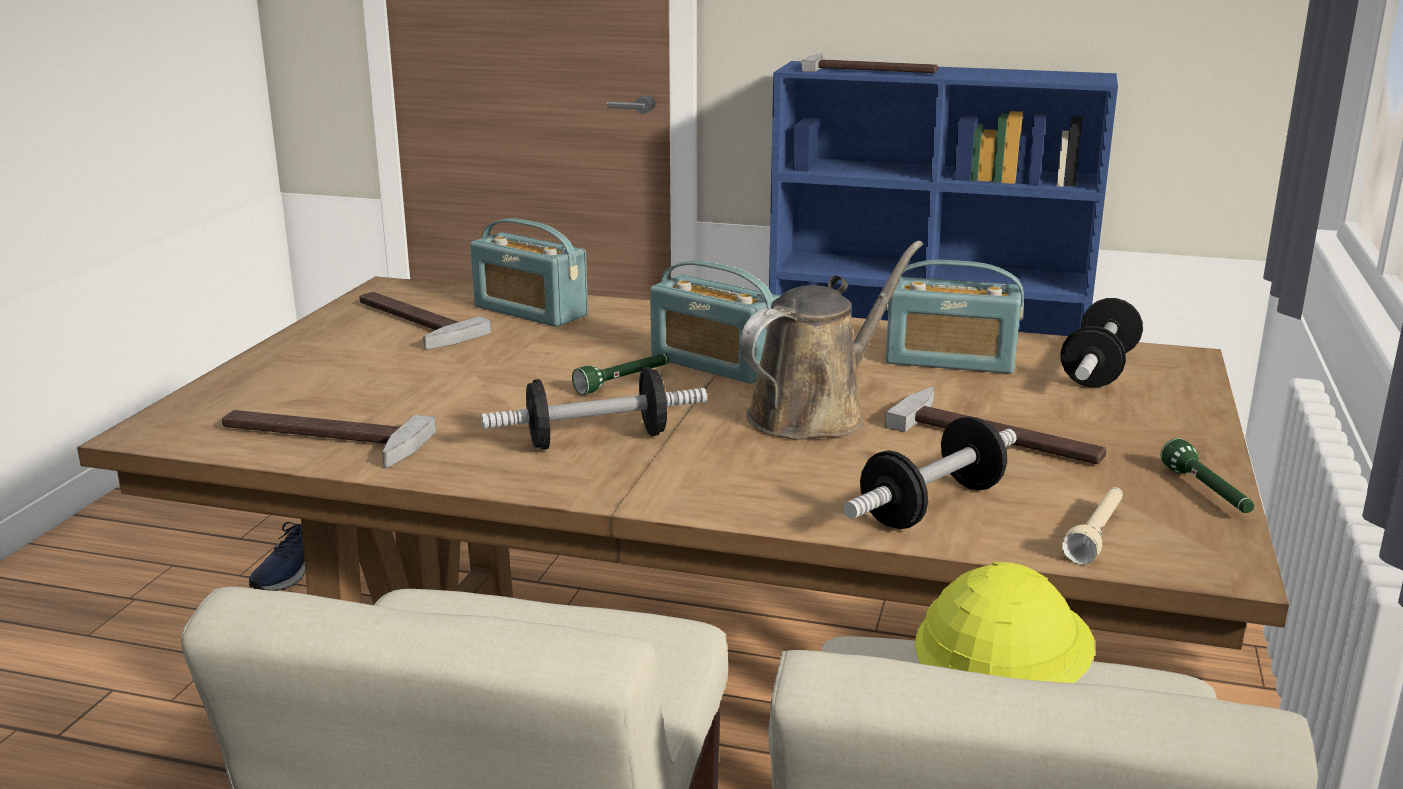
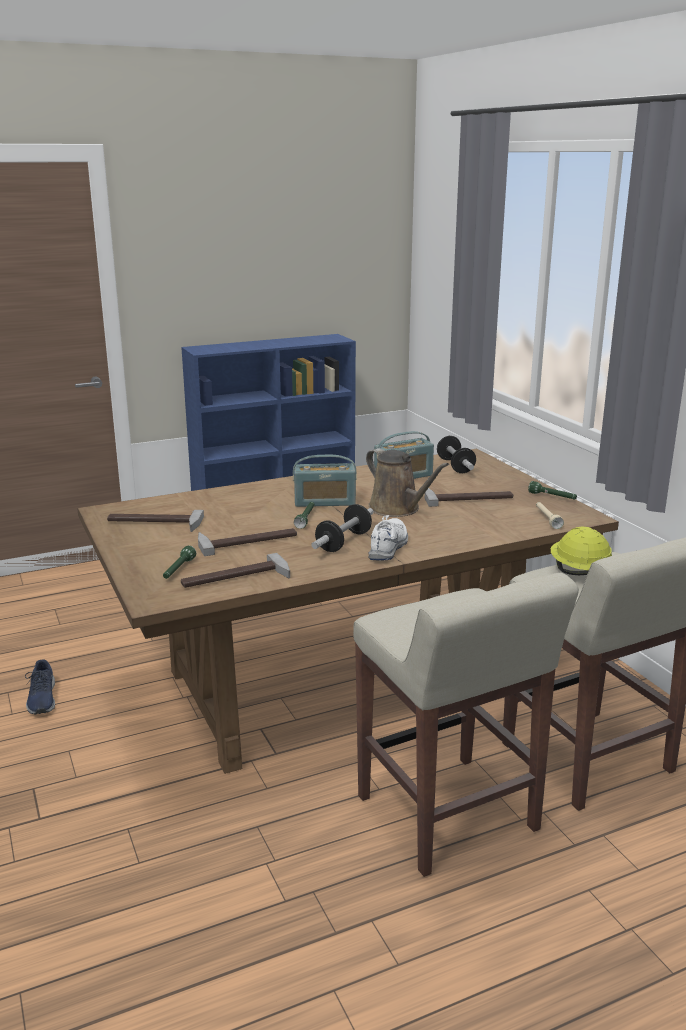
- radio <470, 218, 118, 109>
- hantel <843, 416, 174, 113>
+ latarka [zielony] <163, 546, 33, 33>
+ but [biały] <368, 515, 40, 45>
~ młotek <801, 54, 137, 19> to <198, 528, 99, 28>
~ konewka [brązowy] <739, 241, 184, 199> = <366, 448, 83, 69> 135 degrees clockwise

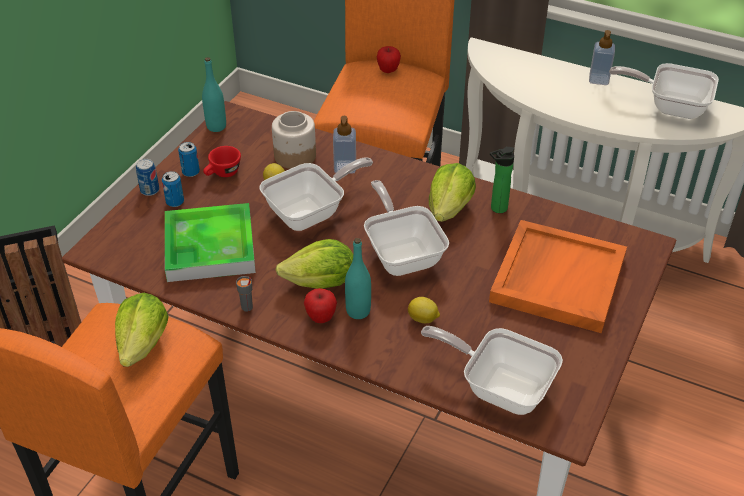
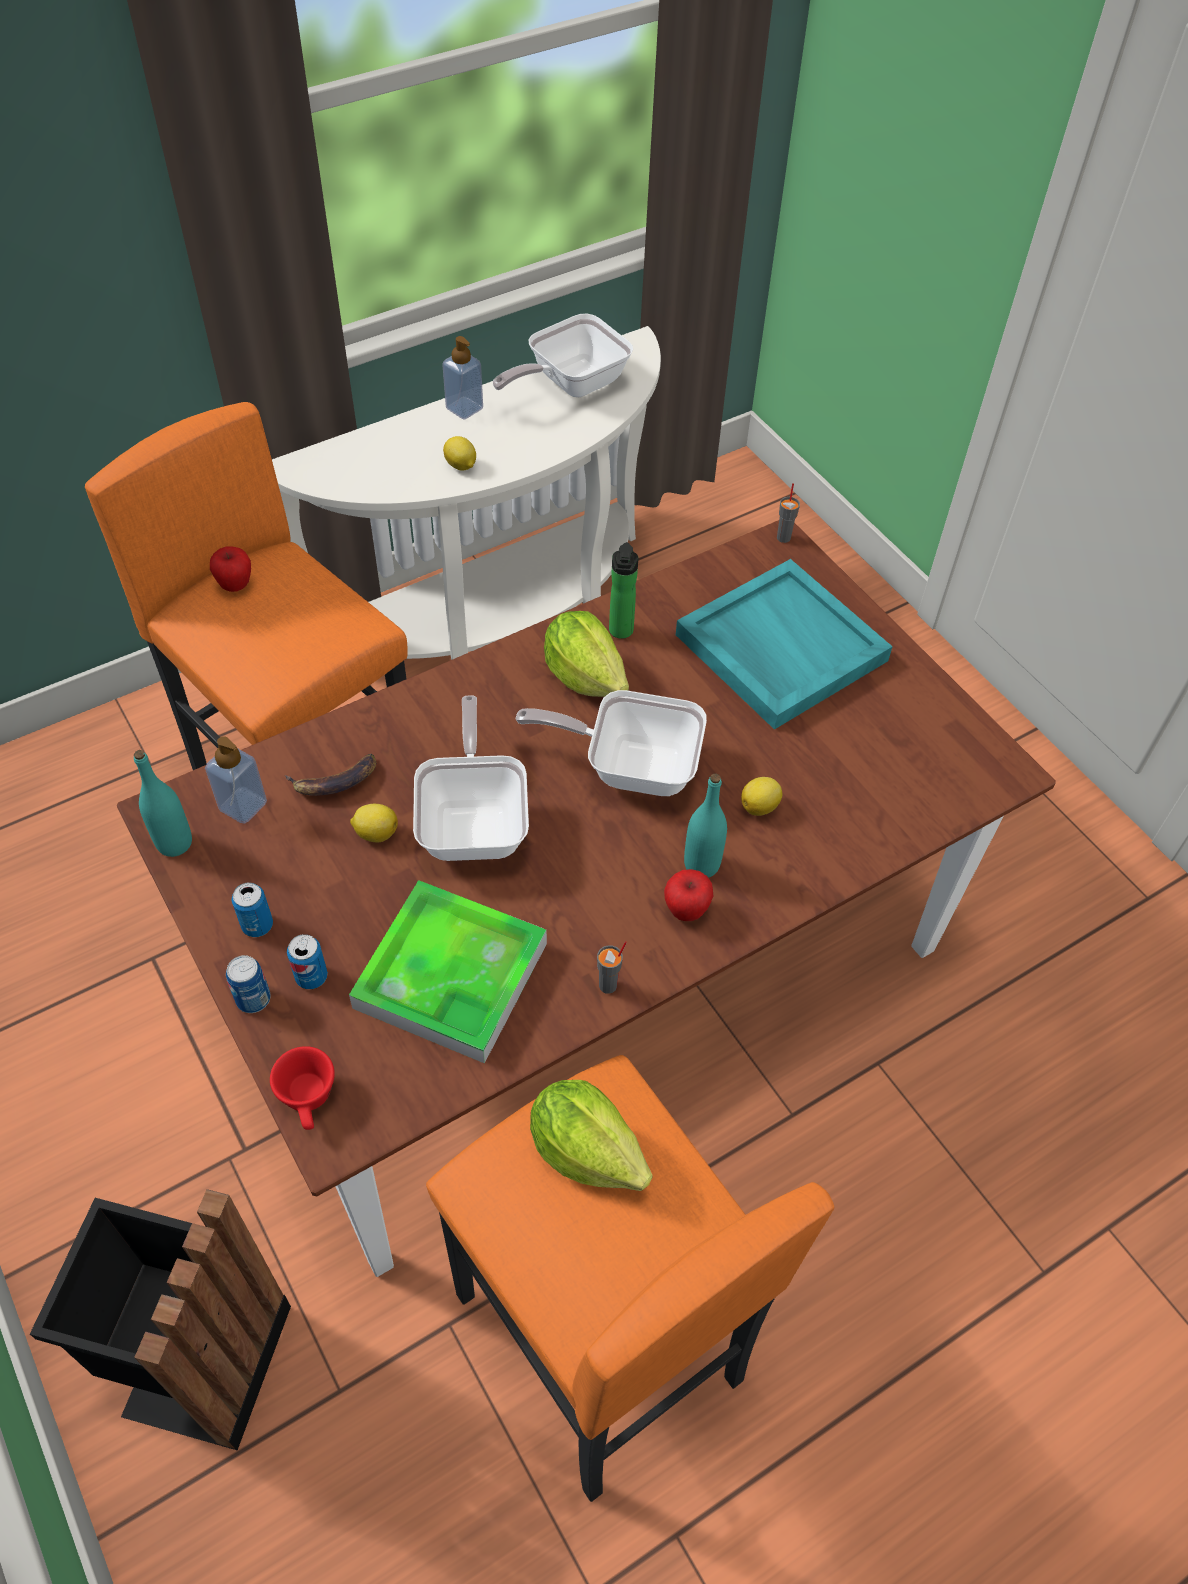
- sałata <276, 239, 77, 50>
- patelnia <421, 326, 142, 89>
+ cytryna <443, 436, 33, 35>
+ filiżanka [szary] <777, 483, 23, 60>
~ filiżanka [czerwony] <203, 146, 38, 31> to <270, 1046, 65, 84>
~ dozownik mydła <333, 116, 23, 58> to <205, 736, 62, 88>
~ słoik <272, 111, 44, 58> to banan <285, 754, 91, 42>
~ taca [pomarańczowy] <489, 220, 138, 113> to taca [turkusowy] <676, 559, 217, 171>

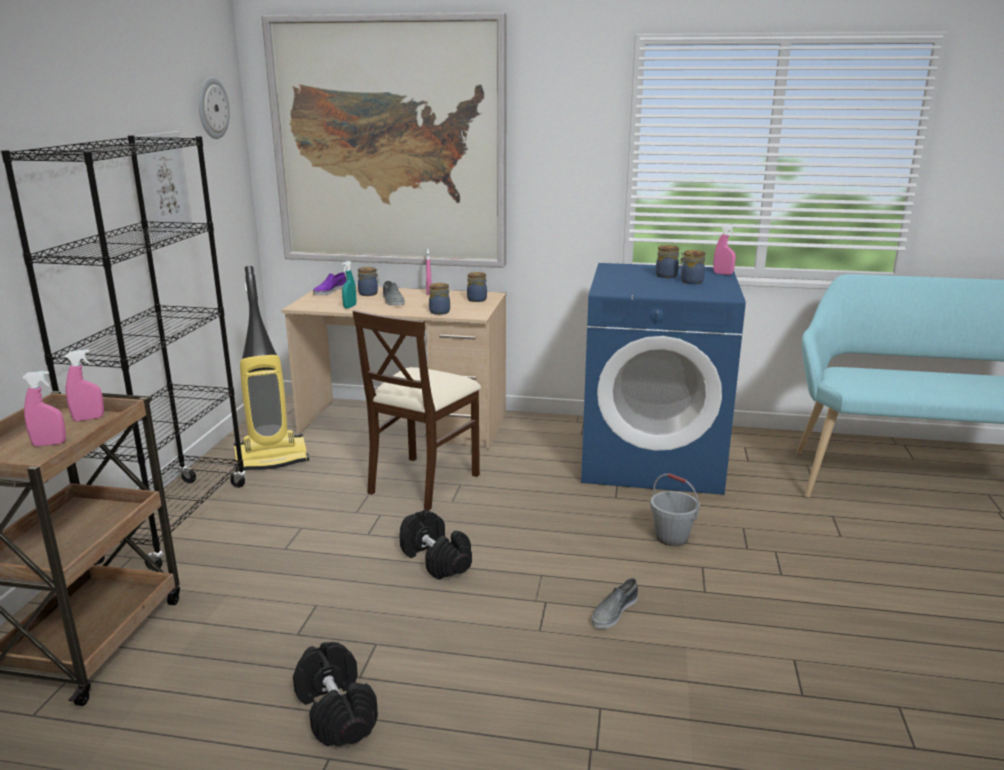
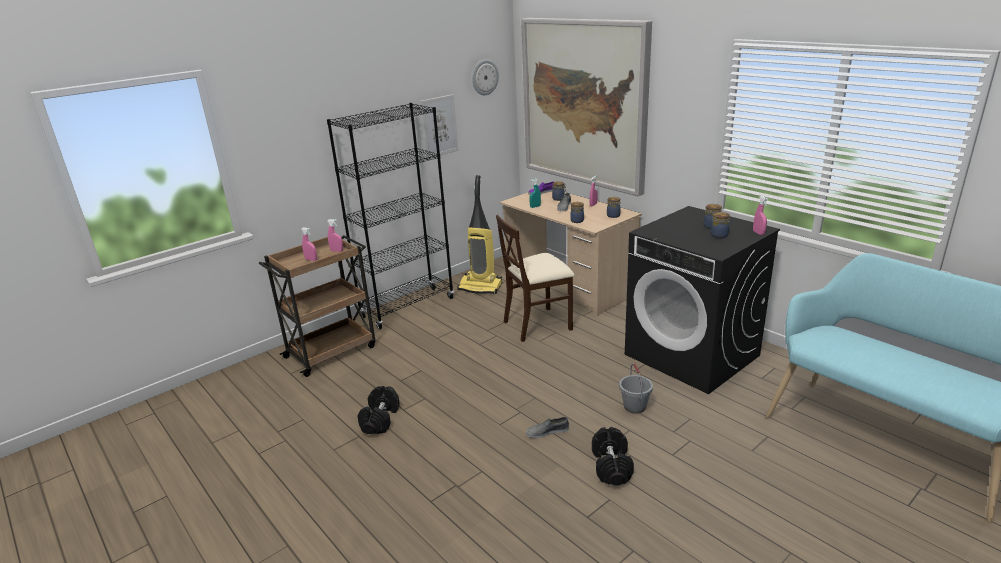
~ hantel [czarny] <399, 510, 73, 70> to <592, 427, 42, 59>
~ pralka [niebieski] <581, 263, 165, 232> to pralka [czarny] <625, 206, 155, 188>

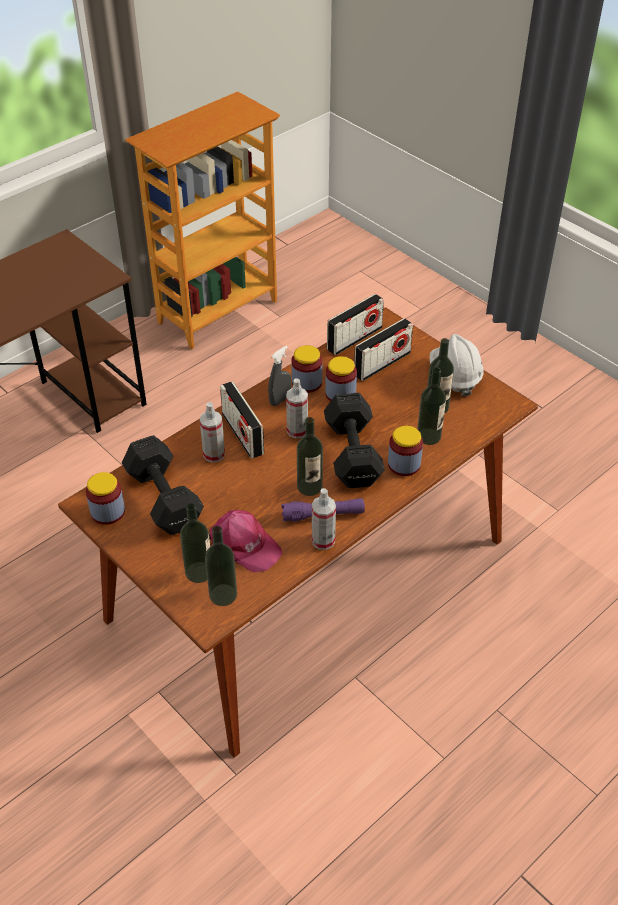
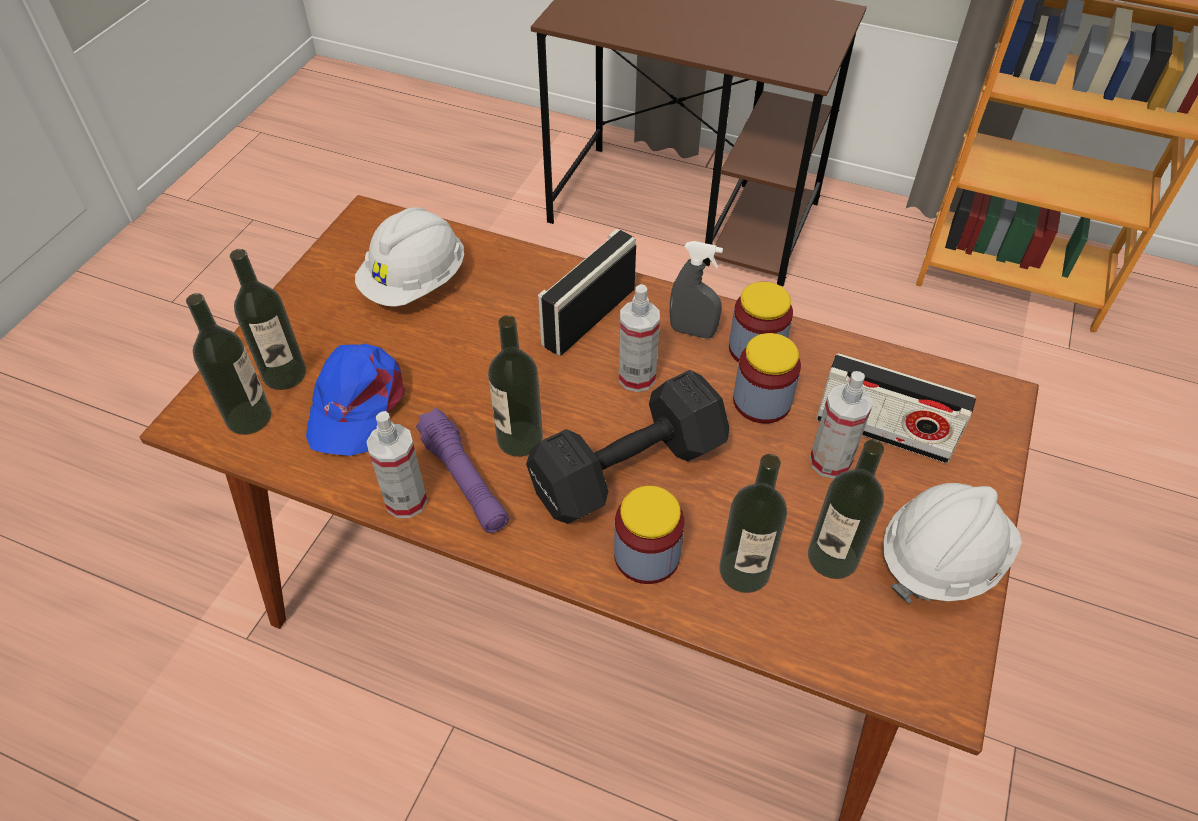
- słoik <86, 472, 39, 53>
- radio <327, 294, 57, 61>
~ spryskiwacz <200, 402, 25, 61> to <810, 371, 62, 108>
~ hantel [czarny] <122, 435, 82, 100> to kask [biały] <355, 207, 109, 100>
~ czapka z daszkiem [różowy] <209, 510, 73, 62> to czapka z daszkiem [niebieski] <306, 344, 99, 112>

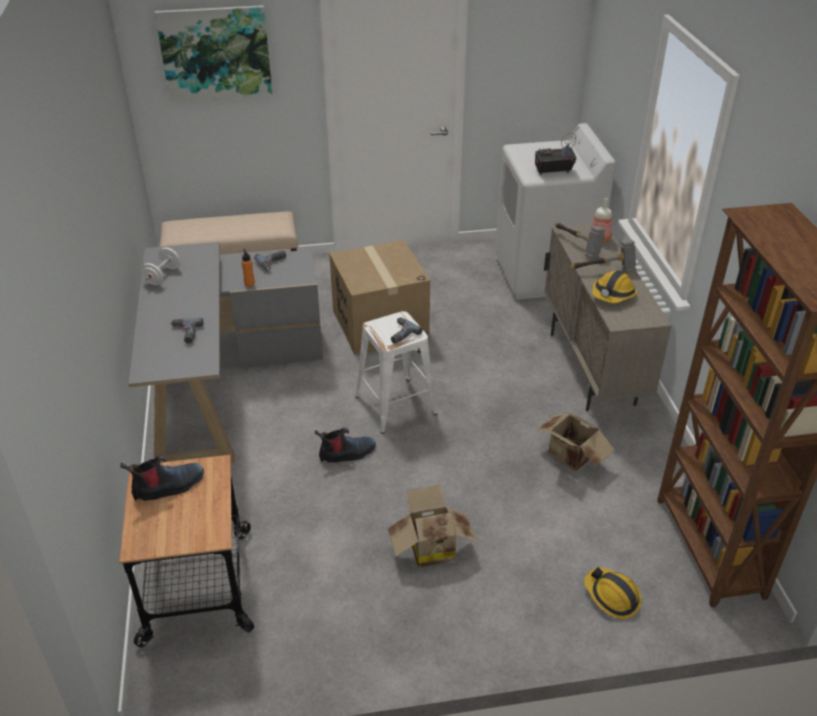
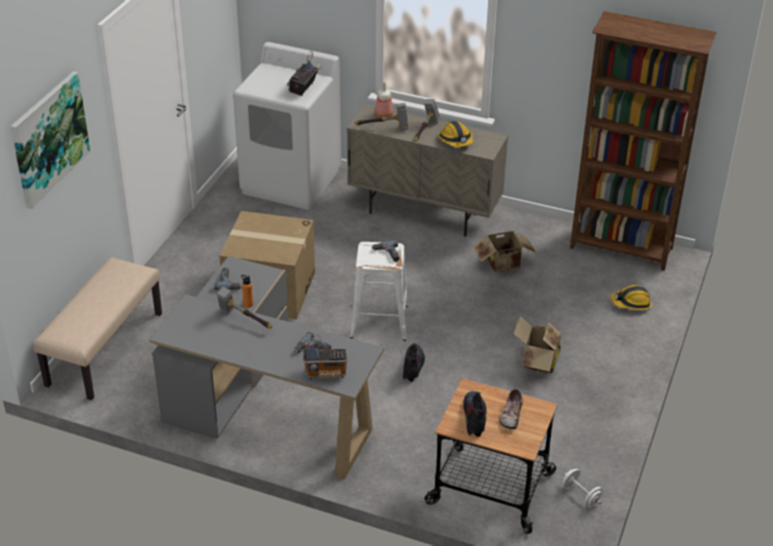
+ młotek <217, 287, 55, 42>
+ radio <303, 333, 44, 47>
+ but <499, 389, 24, 40>
~ hantel [biały] <141, 247, 39, 38> to <562, 469, 41, 39>

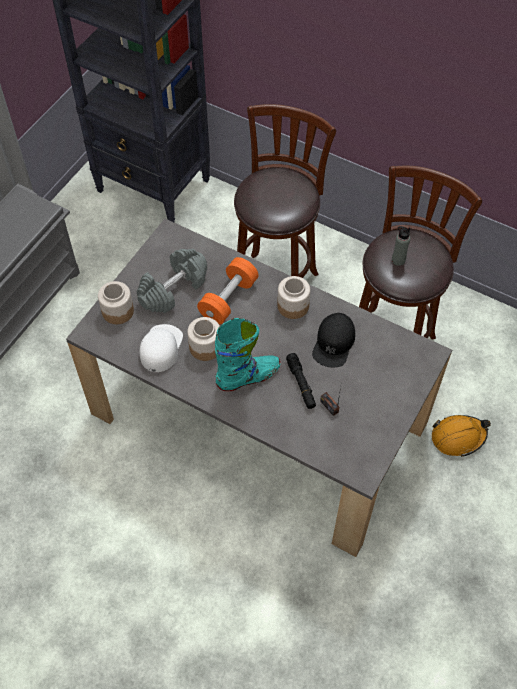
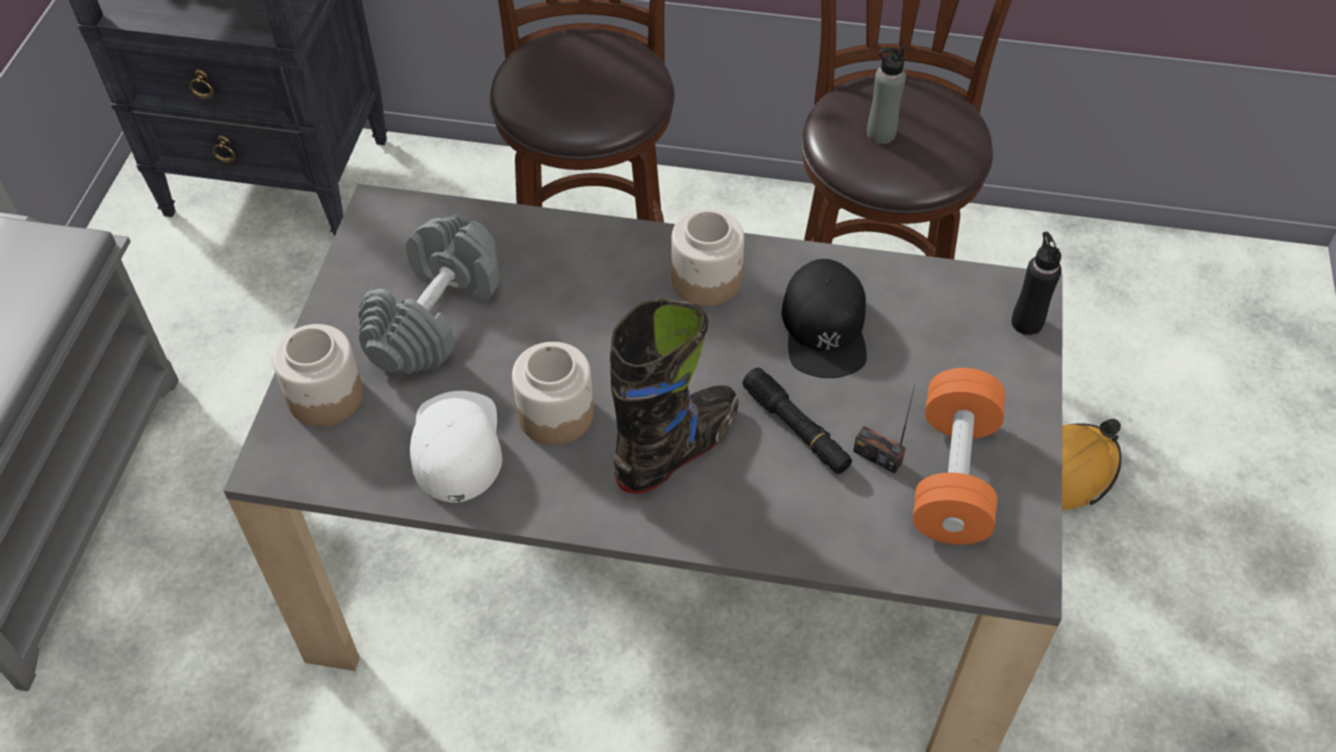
+ butelka [czarny] <1011, 232, 51, 103>
~ hantel [pomarańczowy] <197, 257, 62, 67> to <913, 368, 92, 177>
~ but z cholewką [turkusowy] <215, 318, 65, 73> to but z cholewką [czarny] <610, 299, 128, 195>

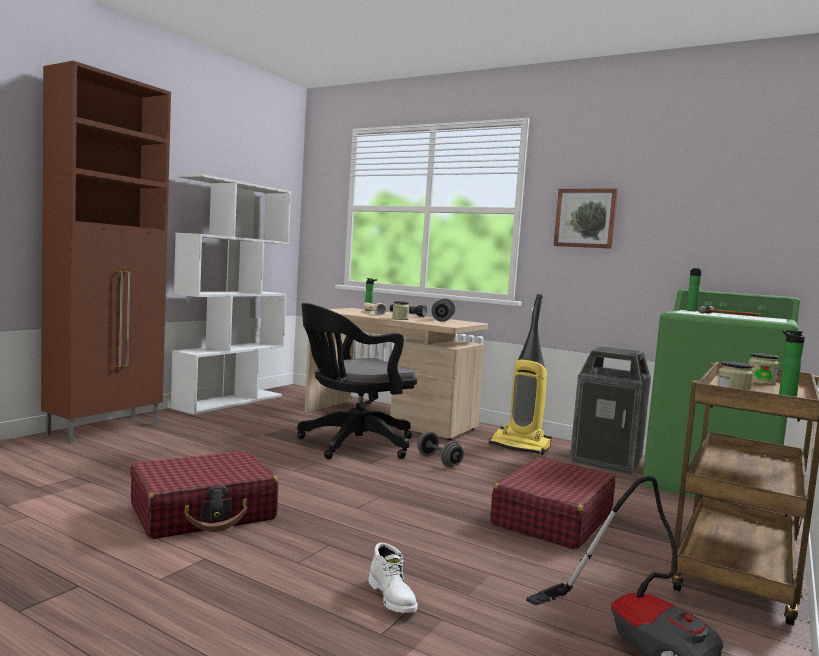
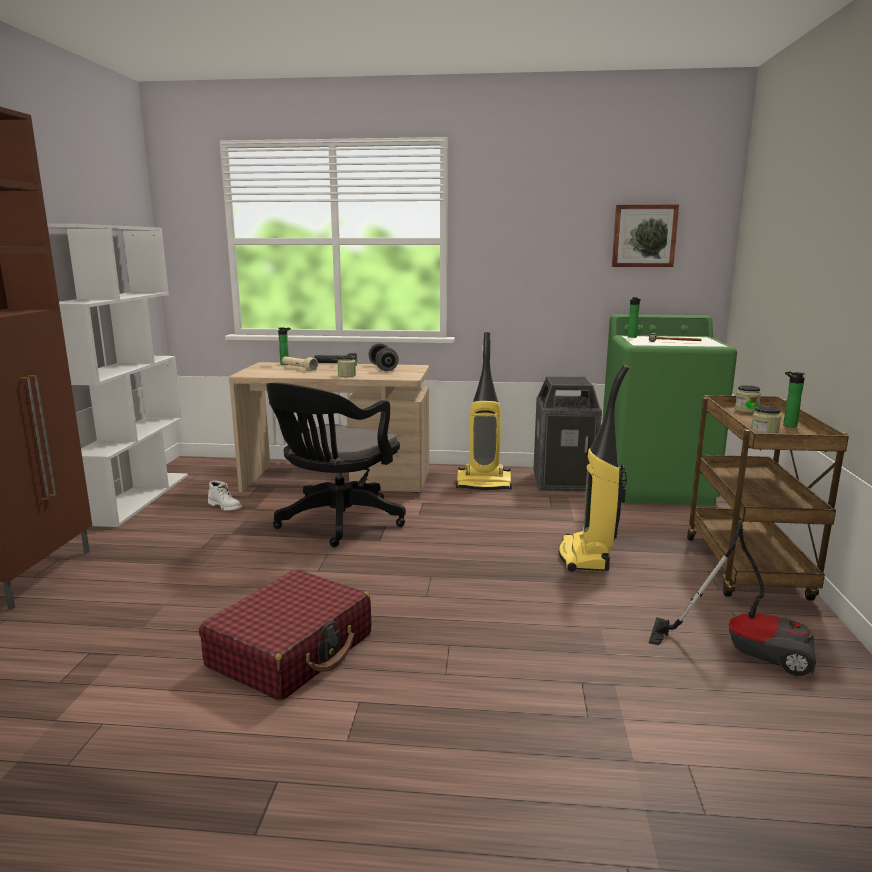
- hantel [szary] <417, 432, 47, 35>
~ but z cholewką [biały] <368, 543, 50, 70> to <208, 481, 34, 30>
~ obraz <554, 189, 64, 60> to <612, 204, 67, 63>
~ walizka [czerwony] <490, 457, 125, 93> to odkurzacz <558, 364, 71, 208>

